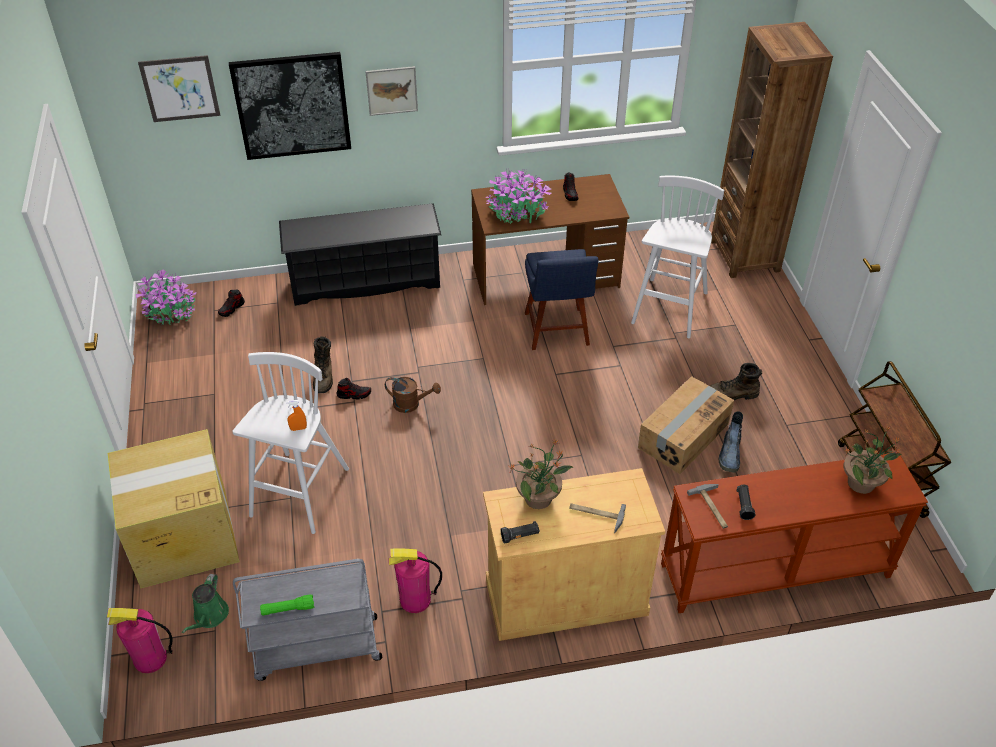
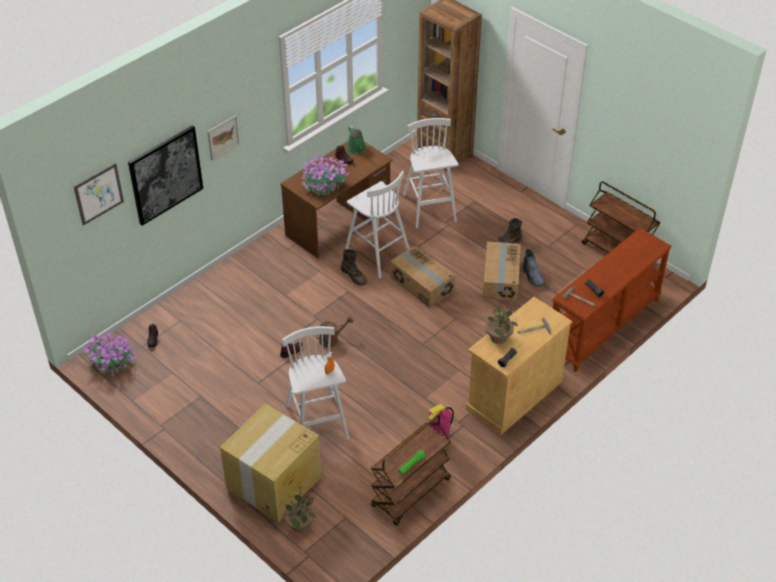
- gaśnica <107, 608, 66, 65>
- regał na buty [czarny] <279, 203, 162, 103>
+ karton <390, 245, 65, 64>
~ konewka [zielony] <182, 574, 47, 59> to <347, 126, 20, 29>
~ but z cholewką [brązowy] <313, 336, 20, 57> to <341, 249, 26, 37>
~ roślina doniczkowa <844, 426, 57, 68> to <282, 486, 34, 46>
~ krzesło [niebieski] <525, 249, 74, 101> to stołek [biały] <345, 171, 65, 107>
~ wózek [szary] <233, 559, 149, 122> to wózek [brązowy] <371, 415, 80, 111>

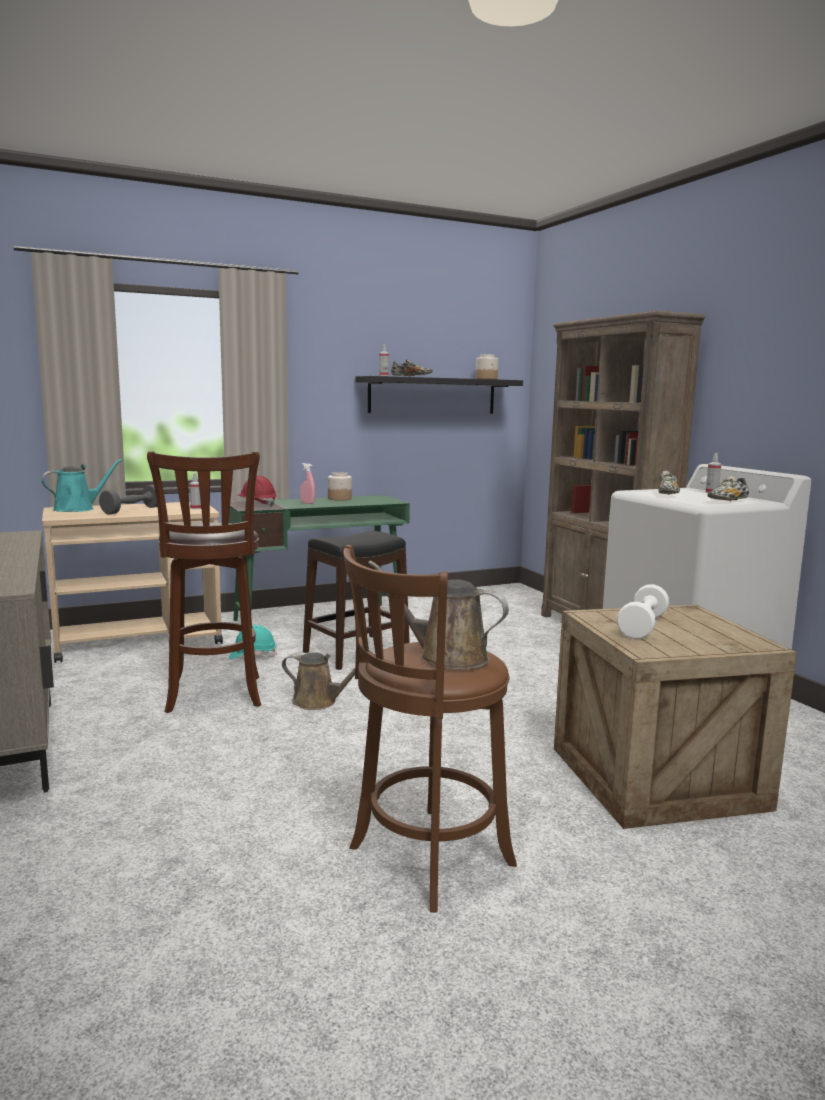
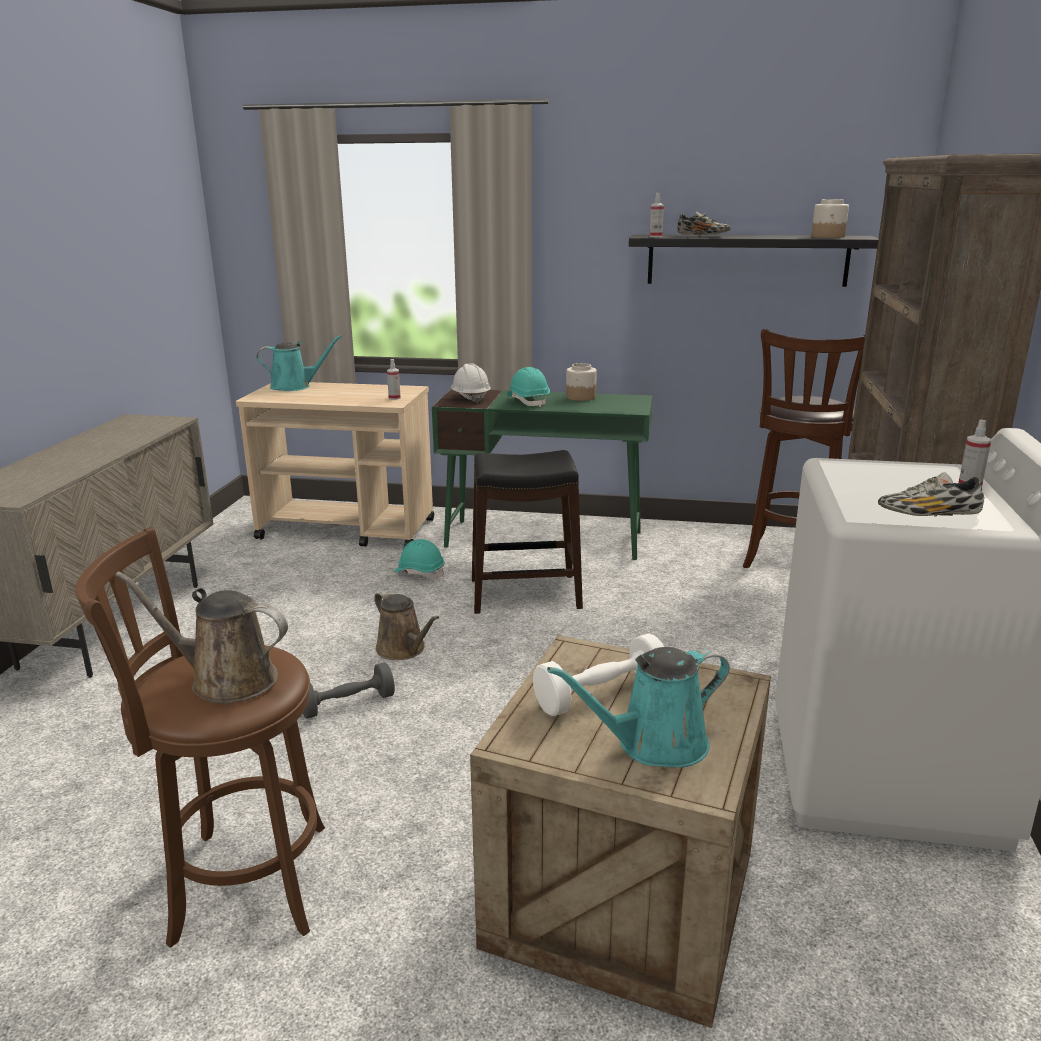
- but <659, 470, 21, 25>
+ konewka [turkusowy] <547, 647, 183, 121>
~ hantel [szary] <99, 485, 58, 30> to <303, 662, 92, 57>
~ stołek [brązowy] <147, 451, 114, 262> to <743, 329, 122, 239>
~ spryskiwacz [różowy] <300, 463, 15, 41> to kask [turkusowy] <507, 367, 43, 40>
~ kask [czerwony] <237, 475, 40, 32> to kask [biały] <451, 363, 40, 40>
~ konewka [brązowy] <368, 561, 141, 109> = <115, 571, 173, 132> 45 degrees counterclockwise

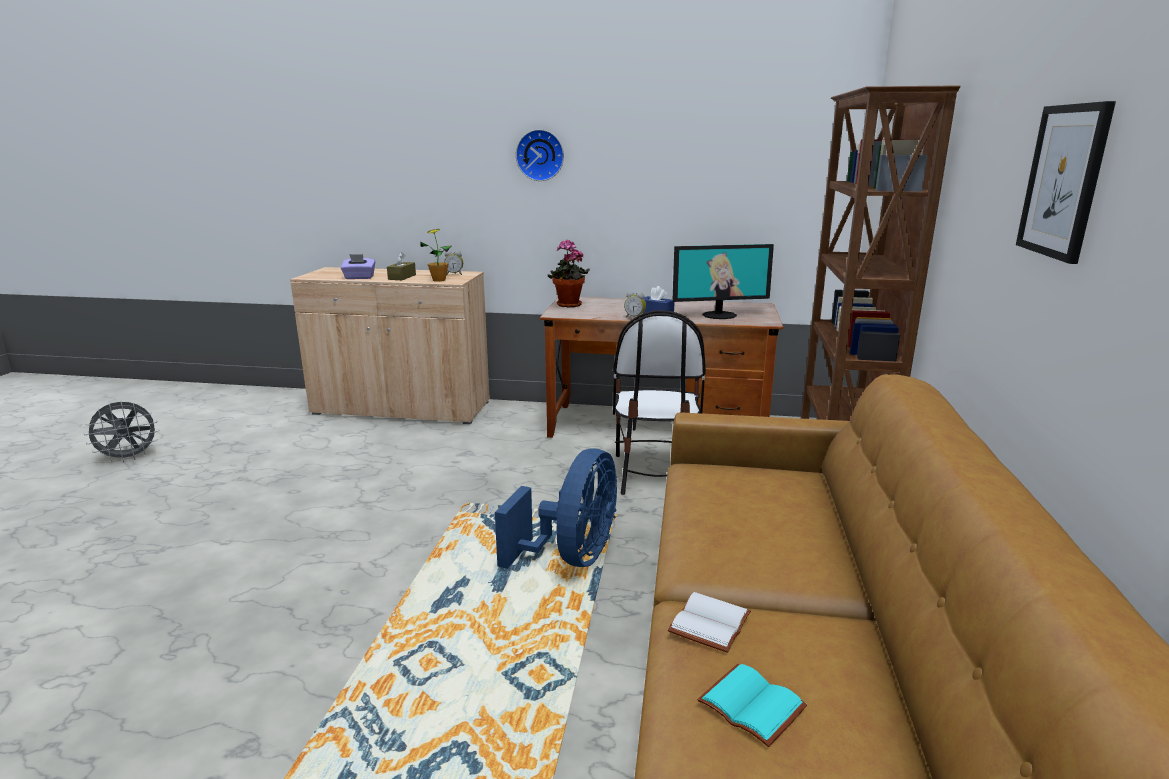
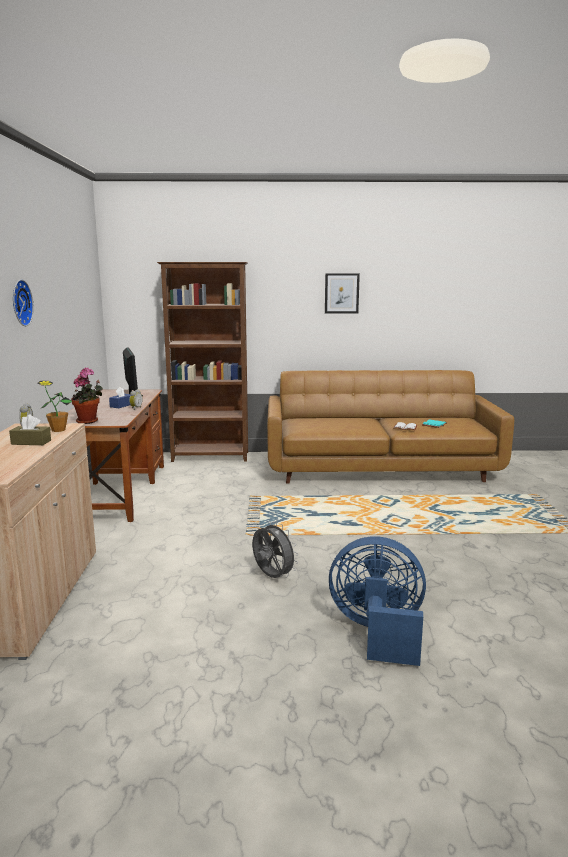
- pudełko chusteczek [fioletowy] <341, 254, 34, 25>
- krzesło <613, 310, 93, 185>
~ wentylator [szary] <83, 402, 76, 60> to <252, 521, 46, 57>
~ wentylator [niebieski] <495, 448, 122, 121> to <329, 536, 97, 130>

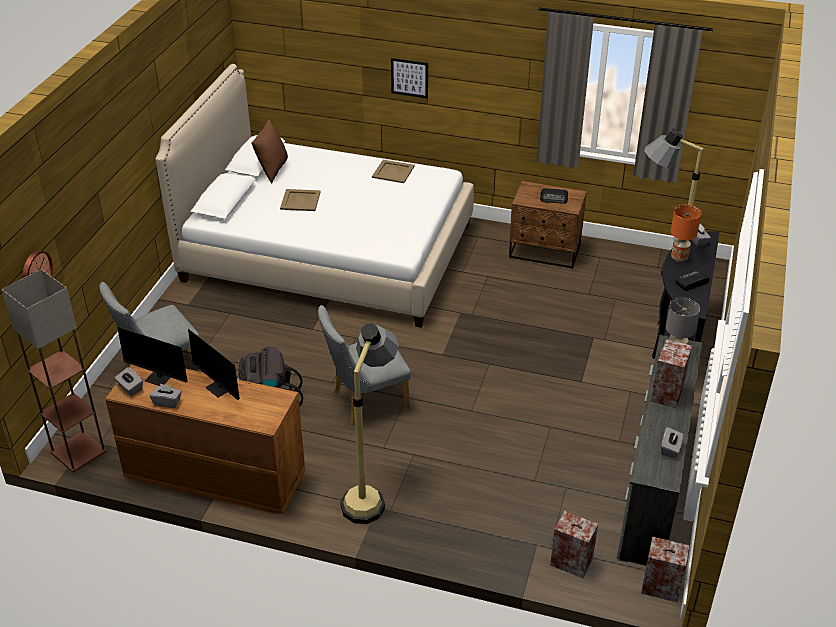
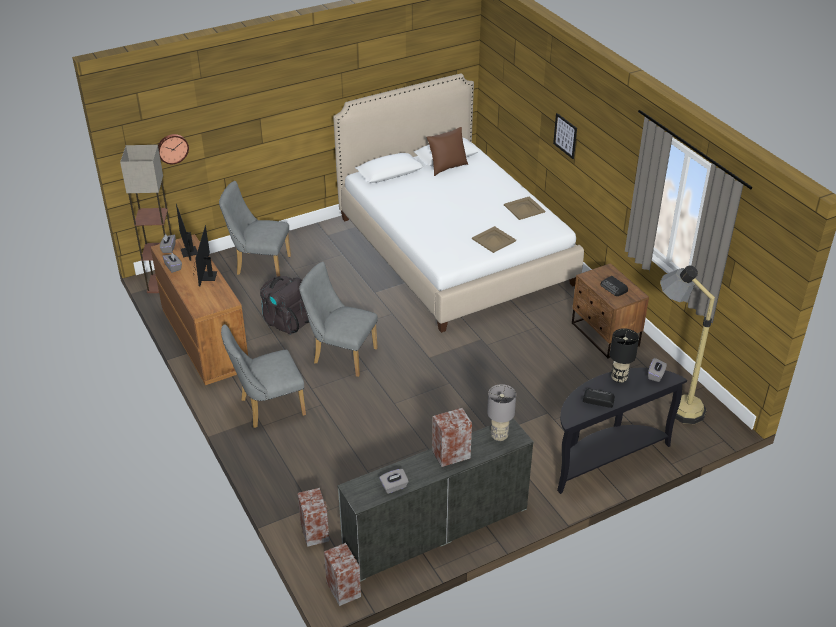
~ taca [beżowy] <280, 189, 41, 22> to <472, 226, 44, 27>
~ lampa stojąca <340, 323, 59, 201> to krzesło [szary] <221, 324, 85, 104>
~ lampa stołowa [pomarańczowy] <671, 205, 30, 57> to lampa stołowa [czarny] <610, 328, 29, 55>

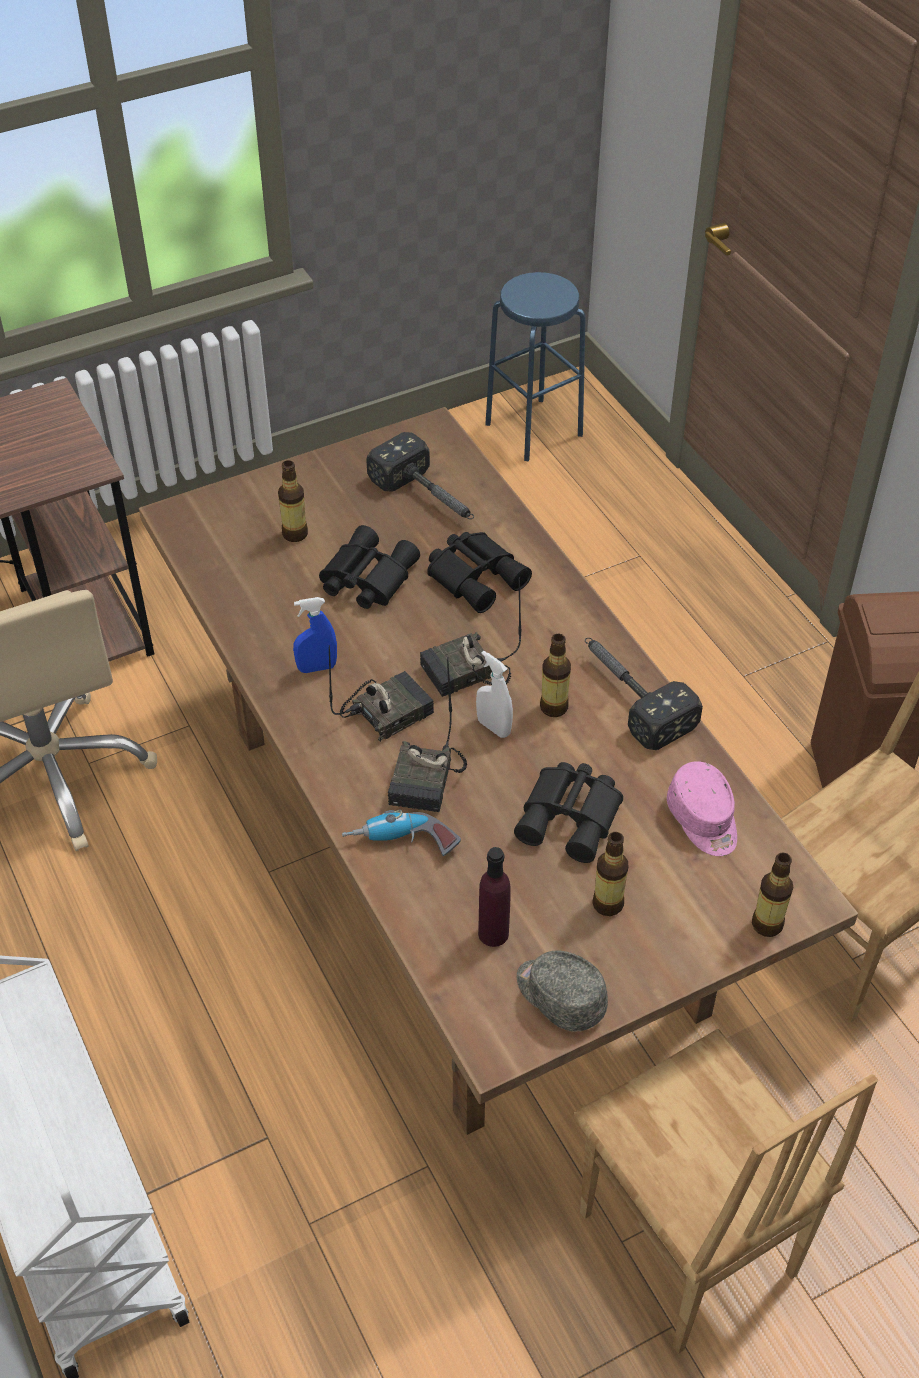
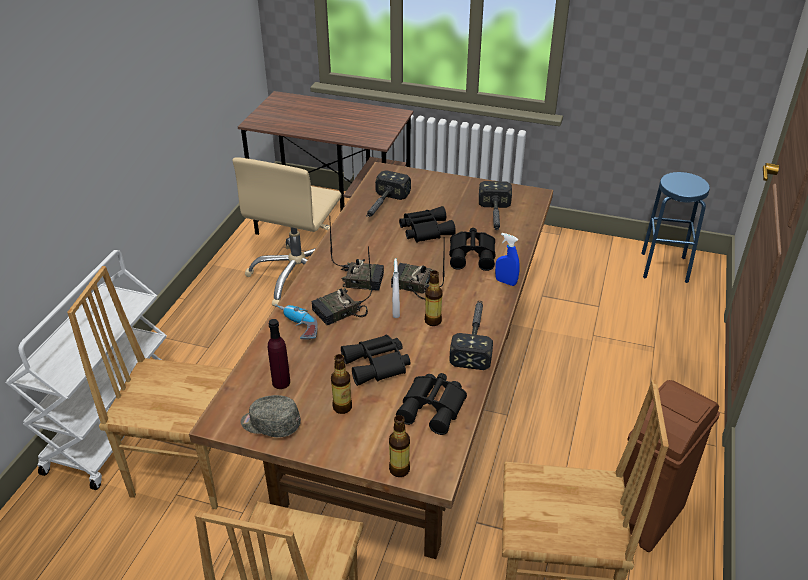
- butelka <278, 460, 30, 82>
+ krzesło [brązowy] <67, 266, 166, 243>
+ młotek <366, 170, 45, 47>
~ spryskiwacz [niebieski] <293, 597, 44, 76> to <495, 233, 25, 53>
~ czapka z daszkiem [różowy] <667, 762, 70, 94> to lornetka [czarny] <396, 373, 71, 62>
~ czapka z daszkiem [szary] <517, 950, 91, 82> = <241, 395, 60, 43> 75 degrees counterclockwise

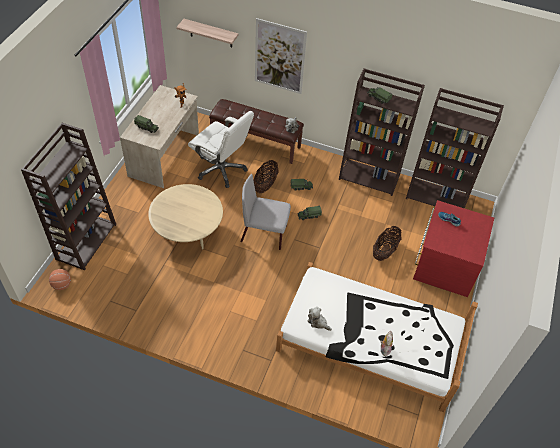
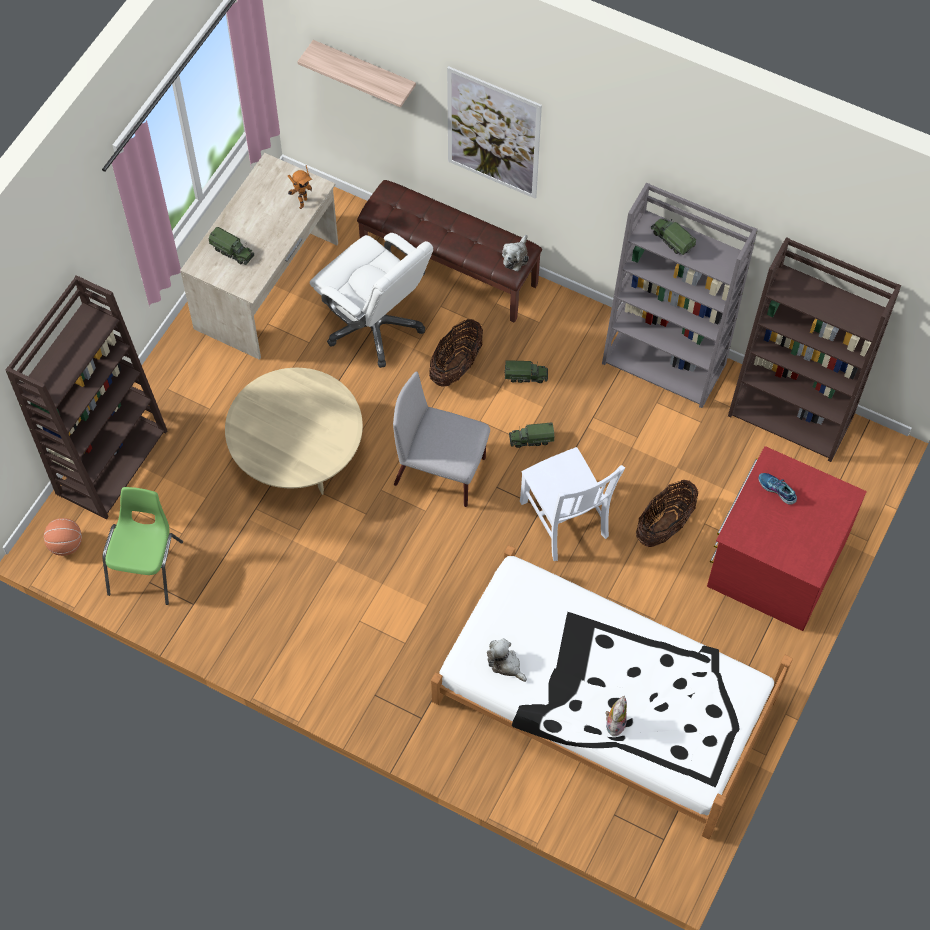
+ krzesło [zielony] <102, 487, 81, 118>
+ krzesło [biały] <520, 447, 105, 114>
~ regał [brązowy] <339, 69, 86, 127> to regał [szary] <602, 182, 156, 226>

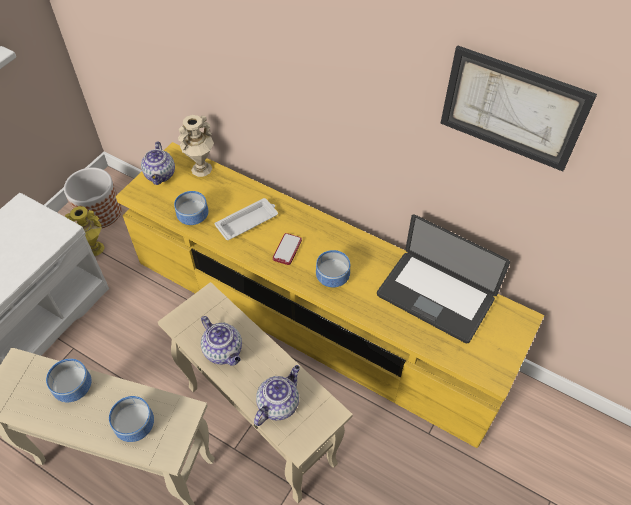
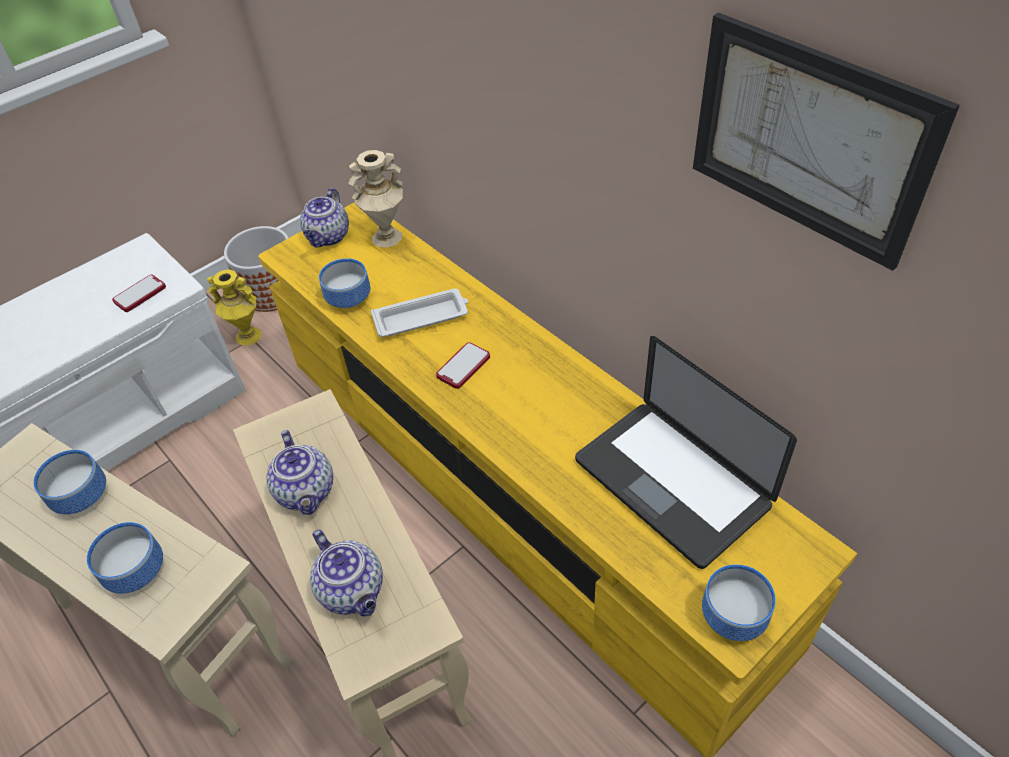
+ telefon <112, 274, 54, 38>
~ miska <316, 250, 34, 37> to <702, 564, 74, 77>
~ imbryk <254, 365, 46, 61> = <310, 529, 73, 87> 90 degrees clockwise

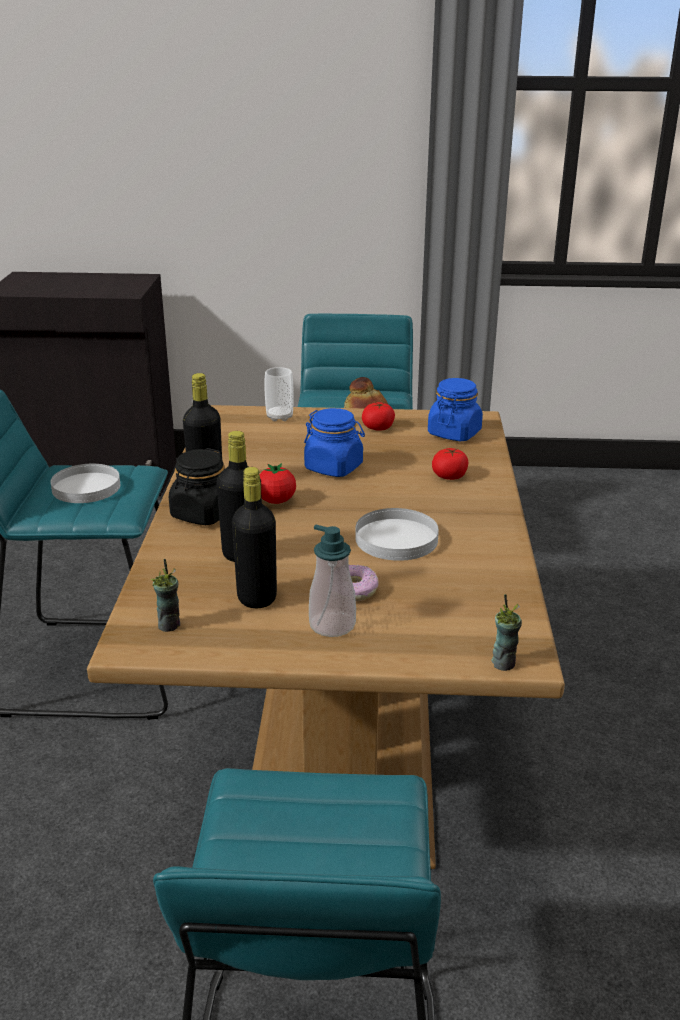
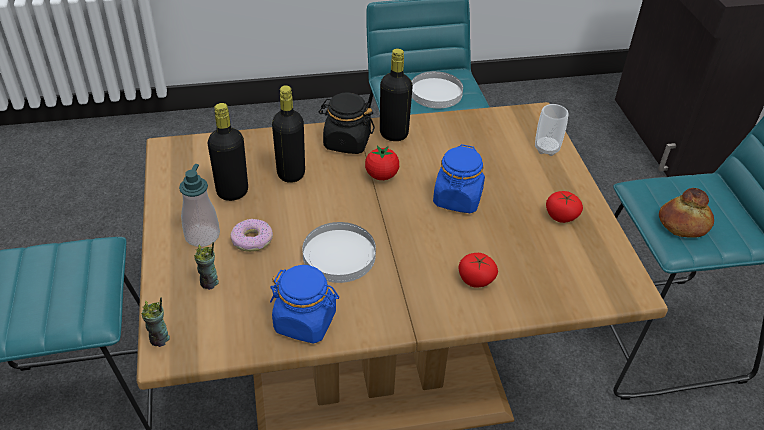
~ filiżanka <150, 559, 30, 73> to <194, 242, 25, 48>
~ słoik [niebieski] <428, 378, 55, 63> to <270, 265, 69, 79>

